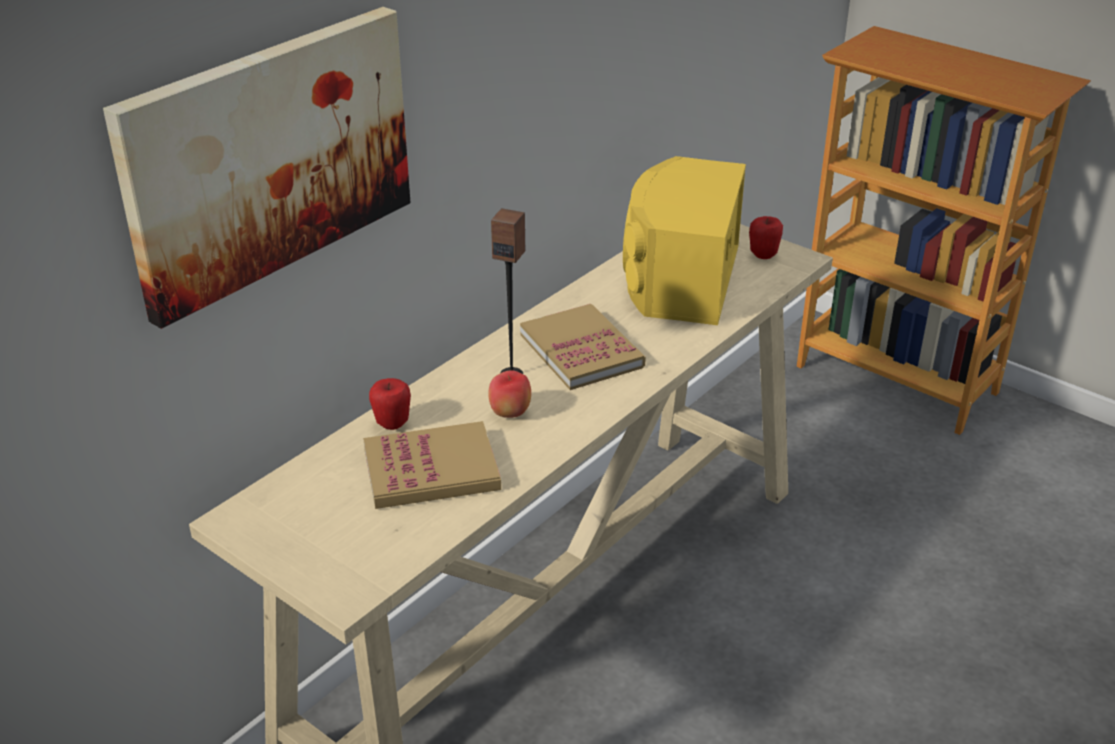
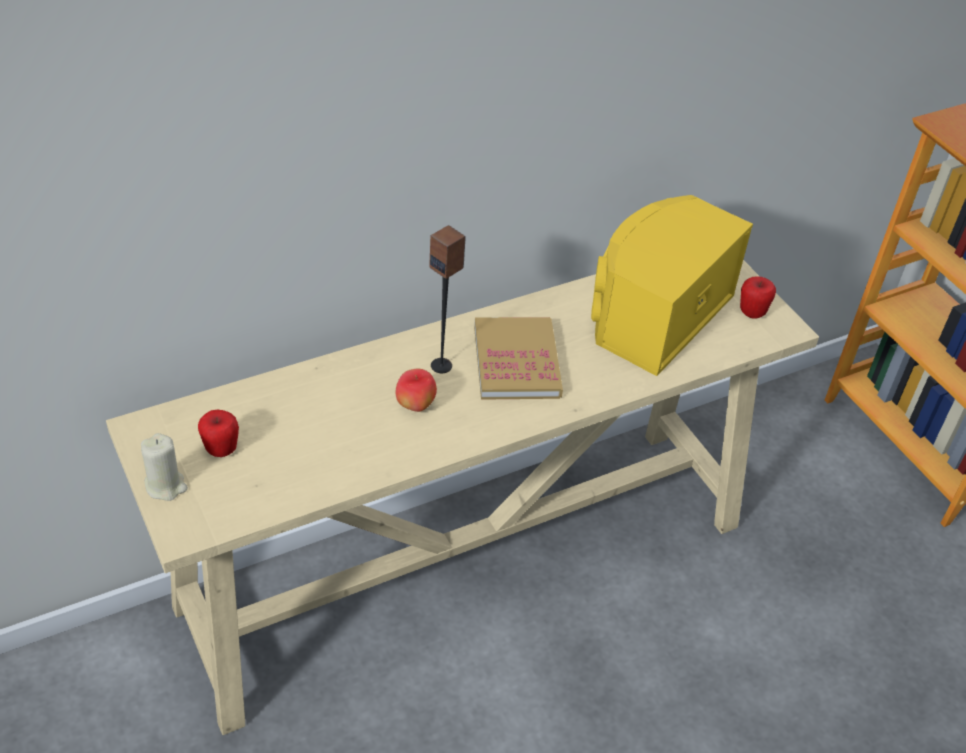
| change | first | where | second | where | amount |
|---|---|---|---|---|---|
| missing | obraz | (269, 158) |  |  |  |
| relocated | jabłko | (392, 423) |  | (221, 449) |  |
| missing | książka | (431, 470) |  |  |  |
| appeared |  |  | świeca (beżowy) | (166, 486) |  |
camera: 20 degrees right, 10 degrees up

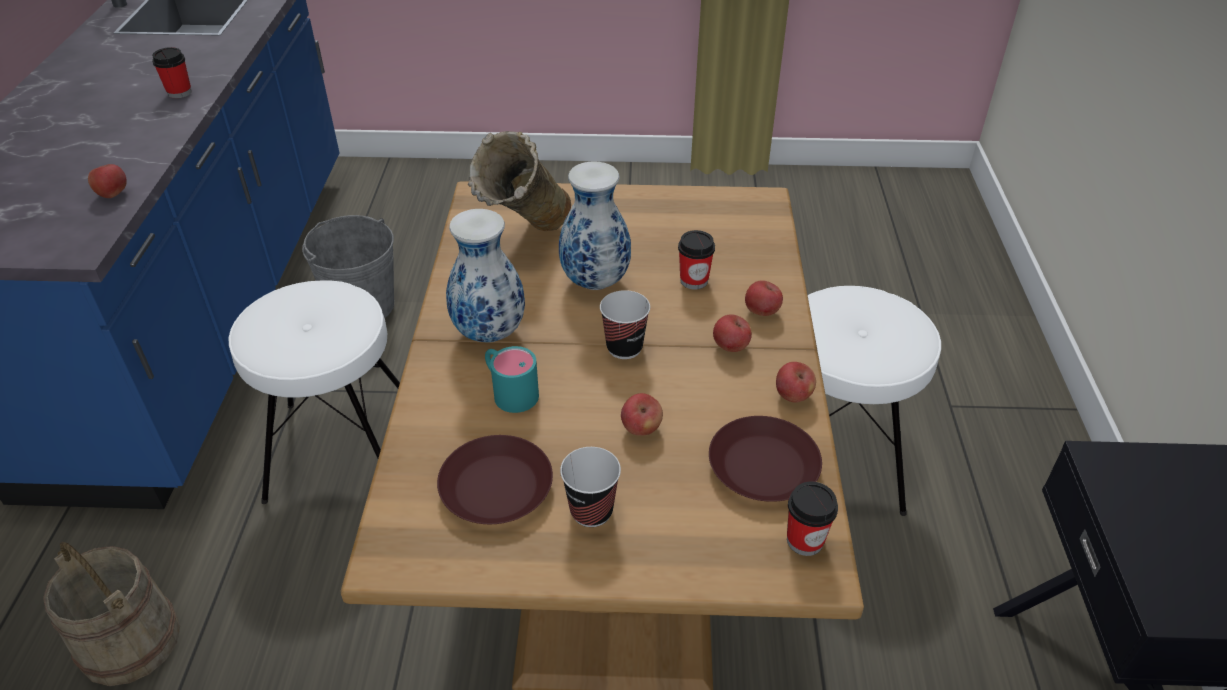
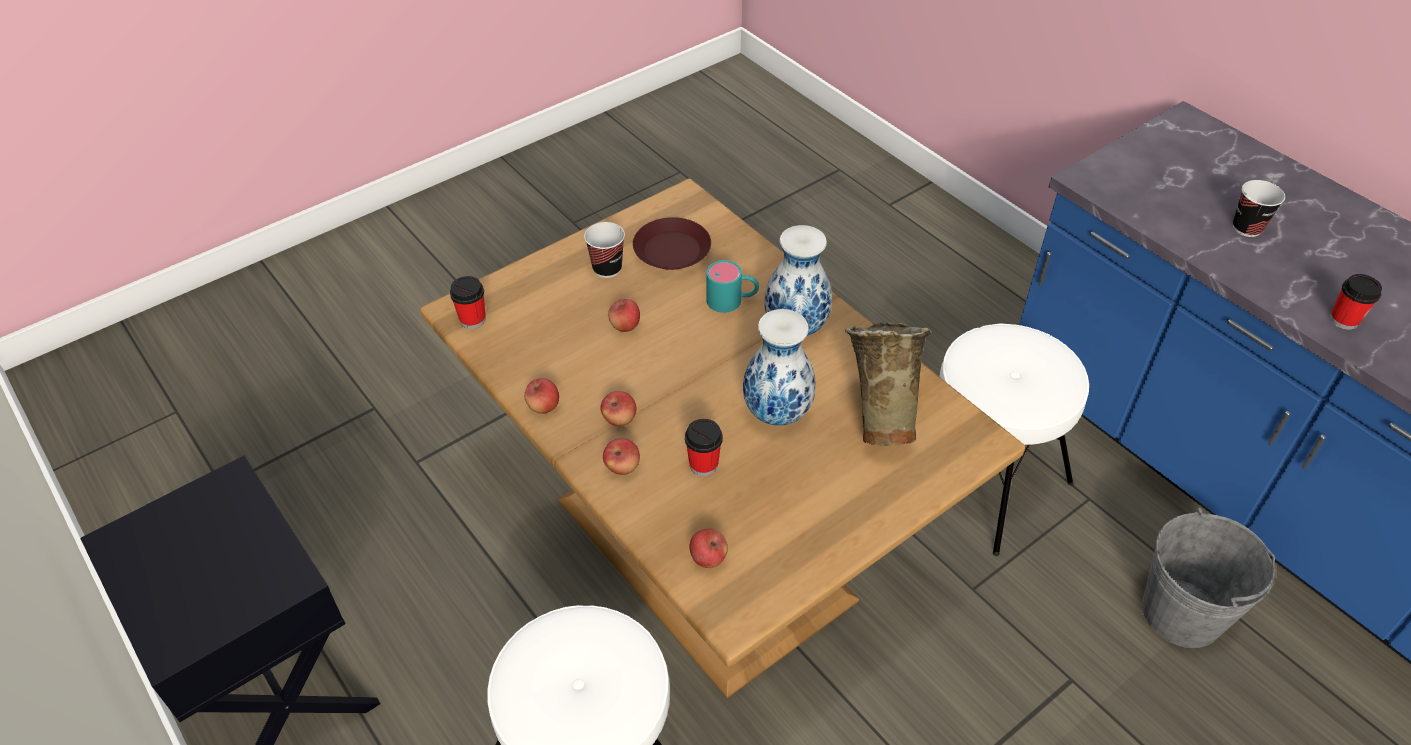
| change | first | where | second | where | amount |
|---|---|---|---|---|---|
| relocated | jabłko | (113, 194) |  | (708, 558) |  |
| relocated | filiżanka | (624, 348) |  | (1247, 228) |  |
| missing | talerz (brązowy) | (763, 465) |  |  |  |
| missing | wiadro (beżowy) | (128, 641) |  |  |  |
camera: 140 degrees right, 5 degrees up

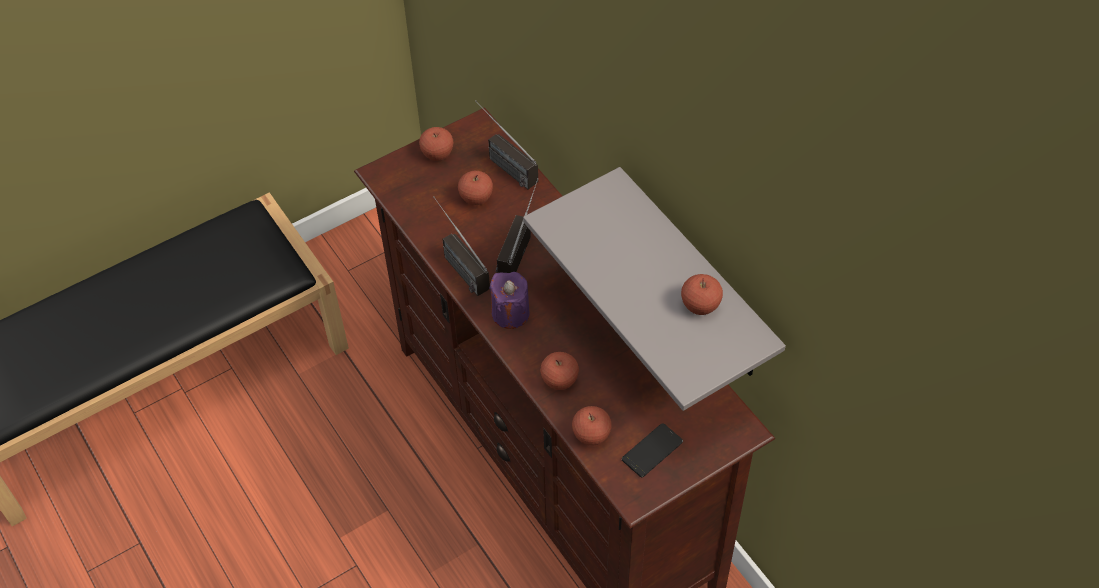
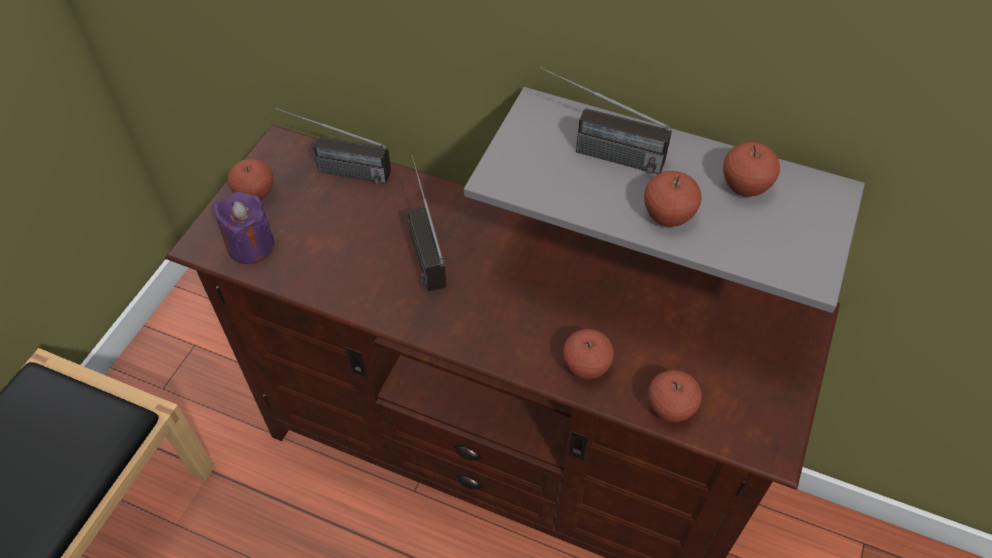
| change | first | where | second | where | amount |
|---|---|---|---|---|---|
| relocated | jabłko | (476, 198) |  | (667, 216) |  |
| relocated | radio | (456, 263) |  | (596, 152) |  |
| relocated | świeca (fioletowy) | (510, 313) |  | (251, 246) |  |
| missing | telefon | (652, 450) |  |  |  |
camera: 35 degrees left, 0 degrees up

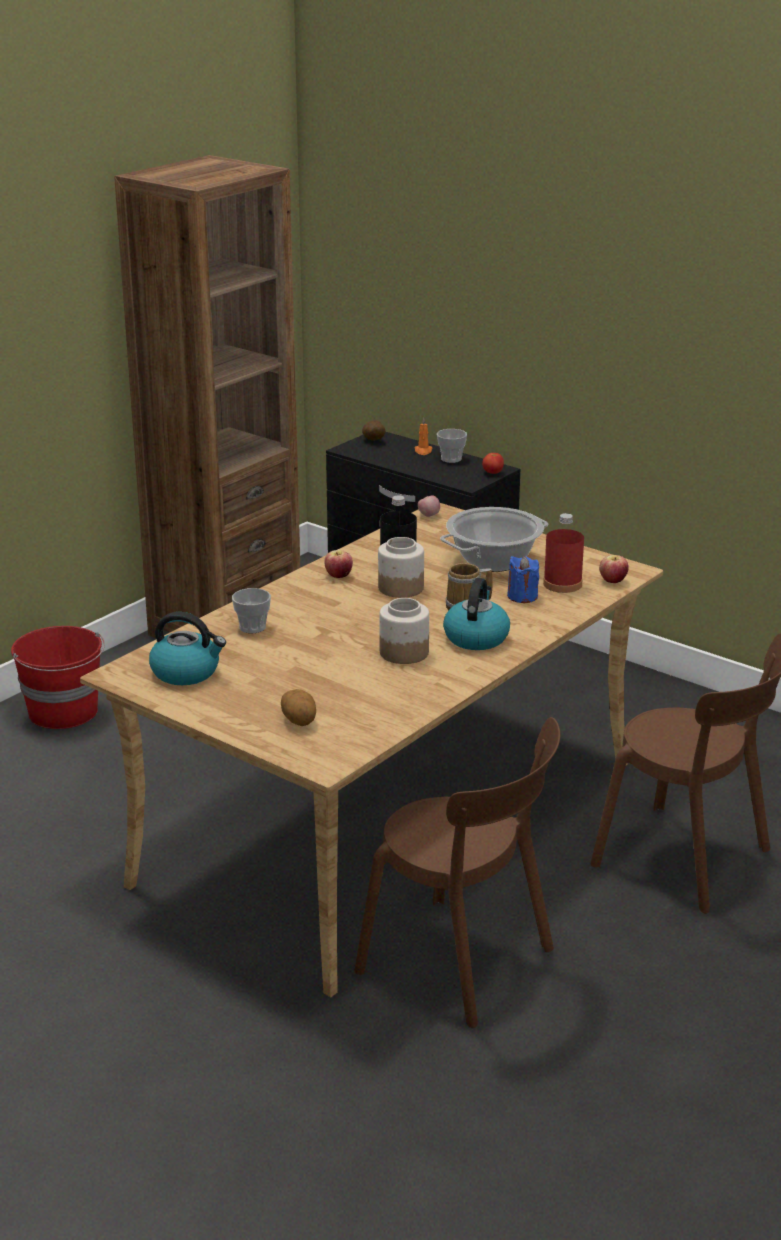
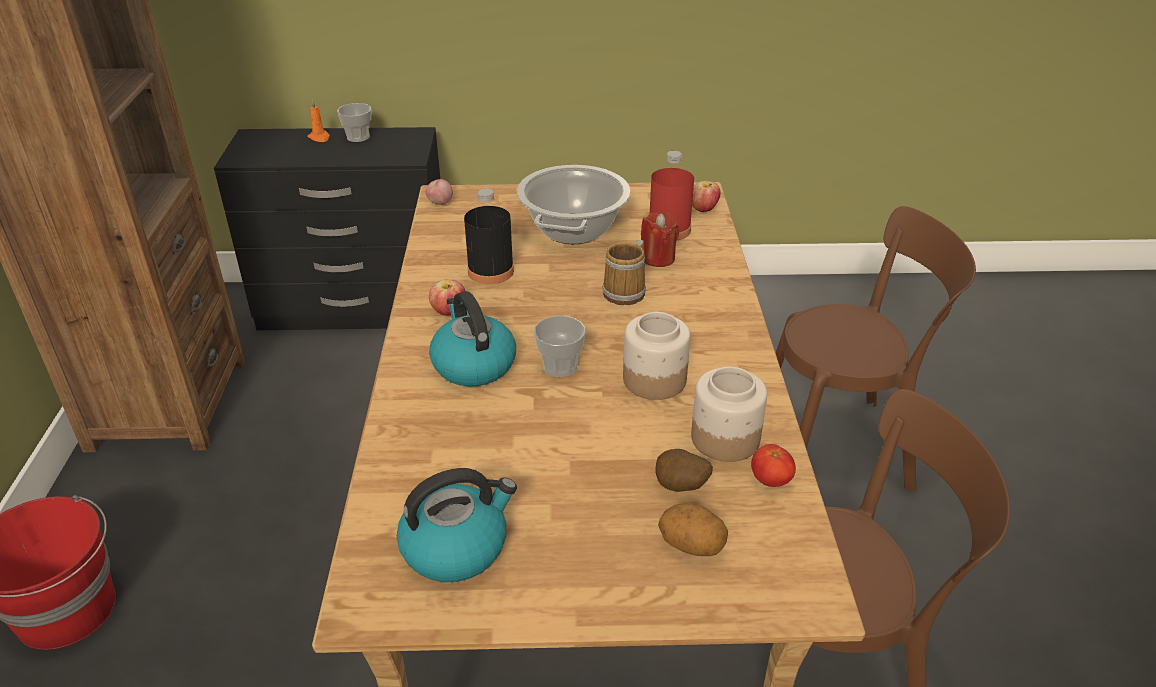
| change | first | where | second | where | amount |
|---|---|---|---|---|---|
| relocated | ziemniak | (373, 441) |  | (680, 488) |  |
| relocated | pomidor | (492, 473) |  | (770, 481) |  |
| relocated | słoik | (400, 588) |  | (724, 438) |  |
| colour | świeca (niebieski) | (522, 596) | świeca (czerwony) | (657, 258) |  |
| relocated | czajnik | (476, 637) |  | (473, 364) |  |
| relocated | filiżanka | (252, 627) |  | (560, 366) |  |
camera: 40 degrees left, 10 degrees up

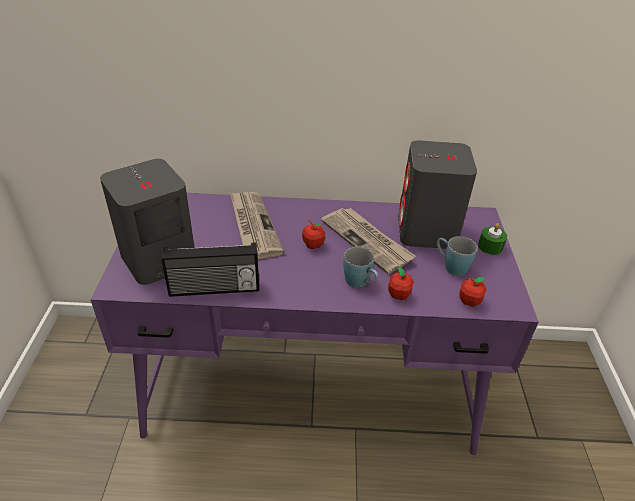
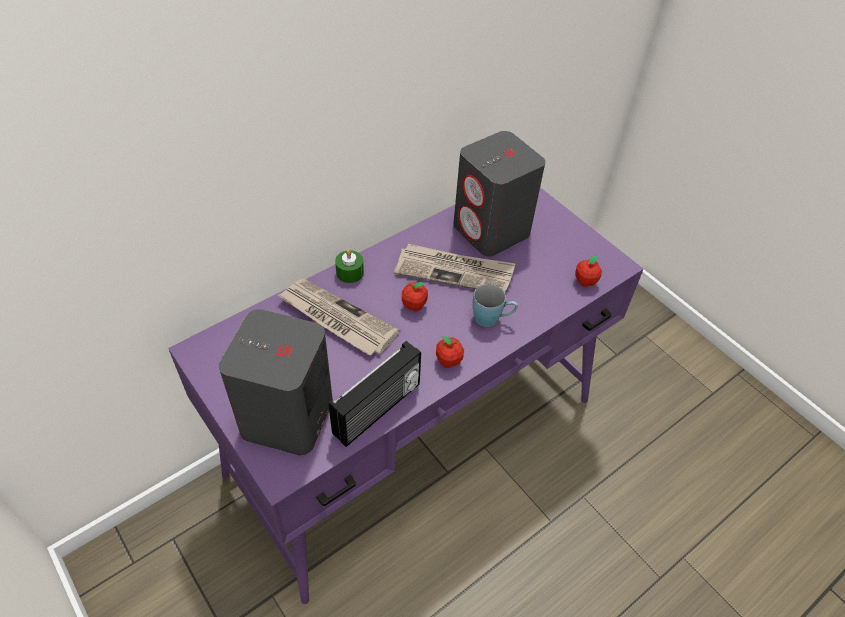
| change | first | where | second | where | amount |
|---|---|---|---|---|---|
| relocated | świeca (zielony) | (490, 246) |  | (350, 272) |  |
| missing | kubek (niebieski) | (450, 266) |  |  |  |
| relocated | jabłko | (398, 295) |  | (448, 361) |  |
camera: 40 degrees left, 10 degrees up

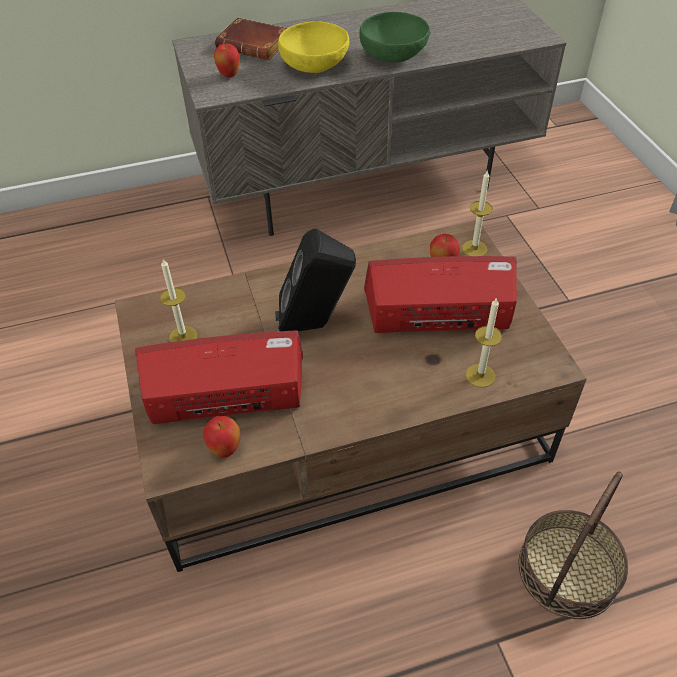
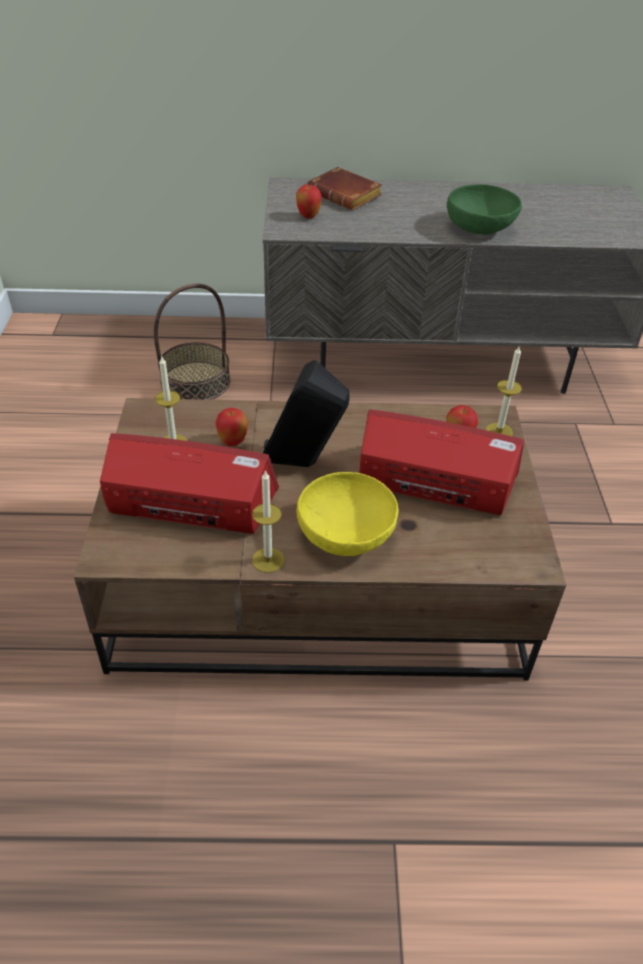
| change | first | where | second | where | amount |
|---|---|---|---|---|---|
| relocated | miska (żółty) | (315, 65) |  | (347, 534) |  |
| relocated | świeca | (480, 375) |  | (268, 560) |  |
| relocated | jabłko | (225, 450) |  | (232, 442) |  |
| relocated | koszyk | (568, 571) |  | (195, 382) |  |
camera: 15 degrees right, 5 degrees down

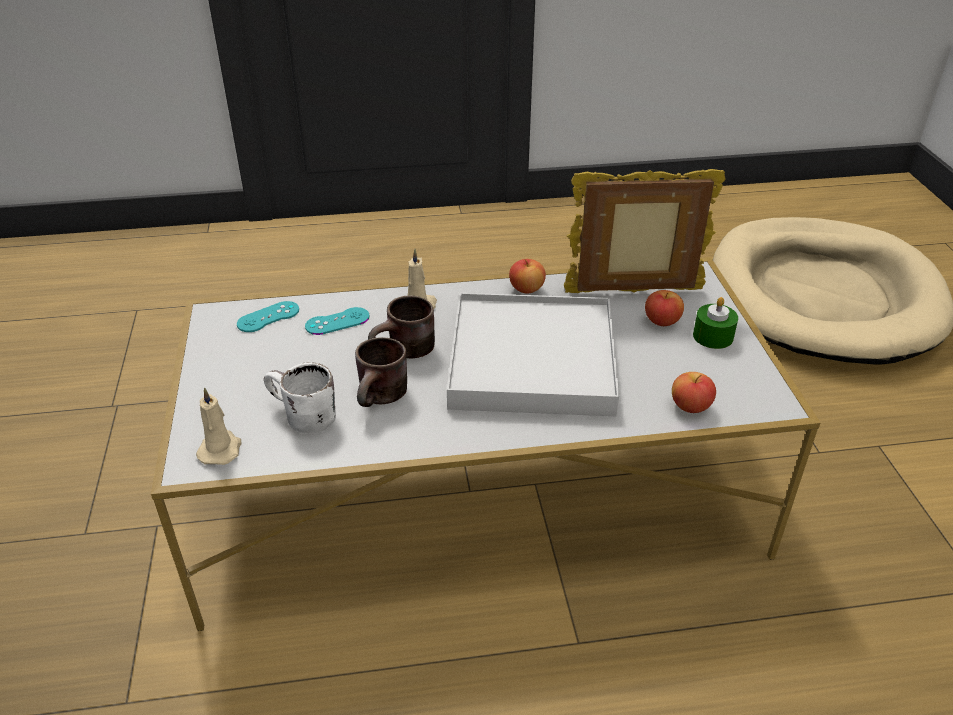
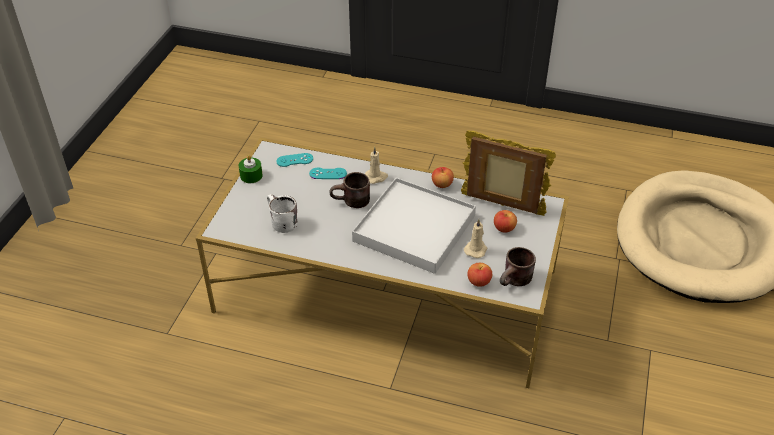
| change | first | where | second | where | amount |
|---|---|---|---|---|---|
| relocated | świeca (zielony) | (713, 336) |  | (251, 176) |  |
| relocated | kubek (brązowy) | (384, 398) |  | (516, 282) |  |
| relocated | świeca (beżowy) | (221, 449) |  | (476, 249) |  |
camera: 25 degrees right, 5 degrees up

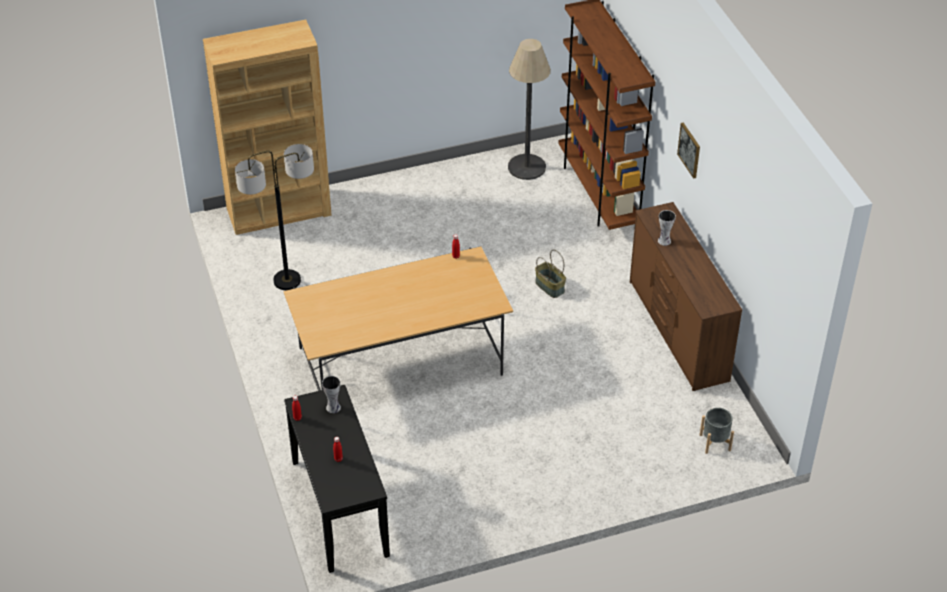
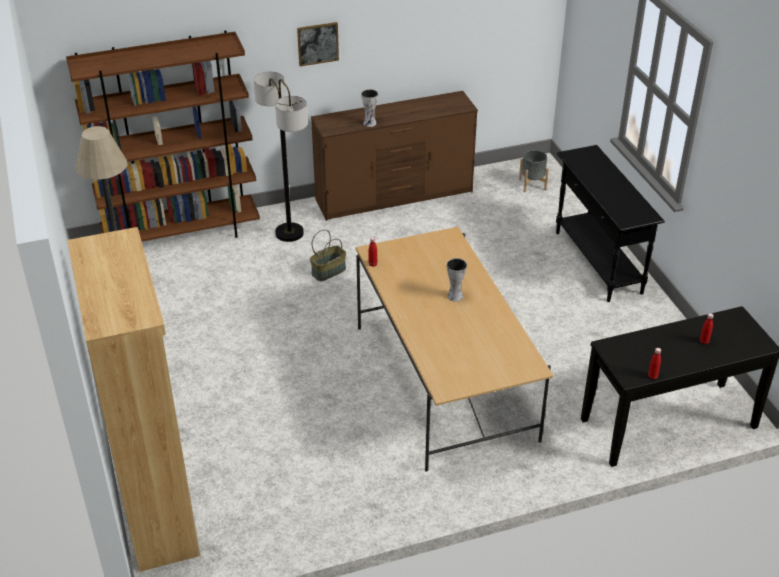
| change | first | where | second | where | amount |
|---|---|---|---|---|---|
| relocated | lampa stojąca | (287, 281) |  | (289, 233) |  |
| relocated | wazon | (333, 407) |  | (454, 296) |  |
| appeared |  |  | stolik konsolowy (czarny) | (597, 262) |  |
camera: 90 degrees left, 5 degrees down

